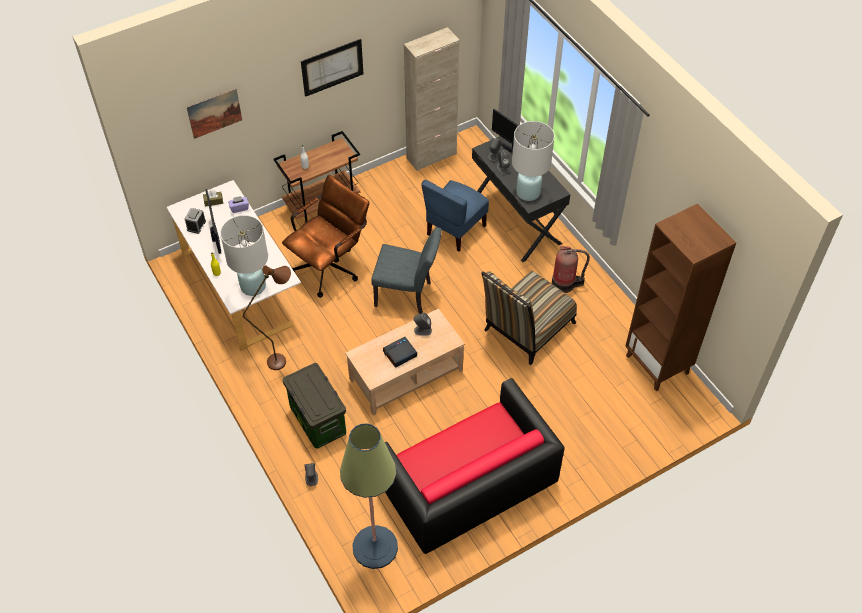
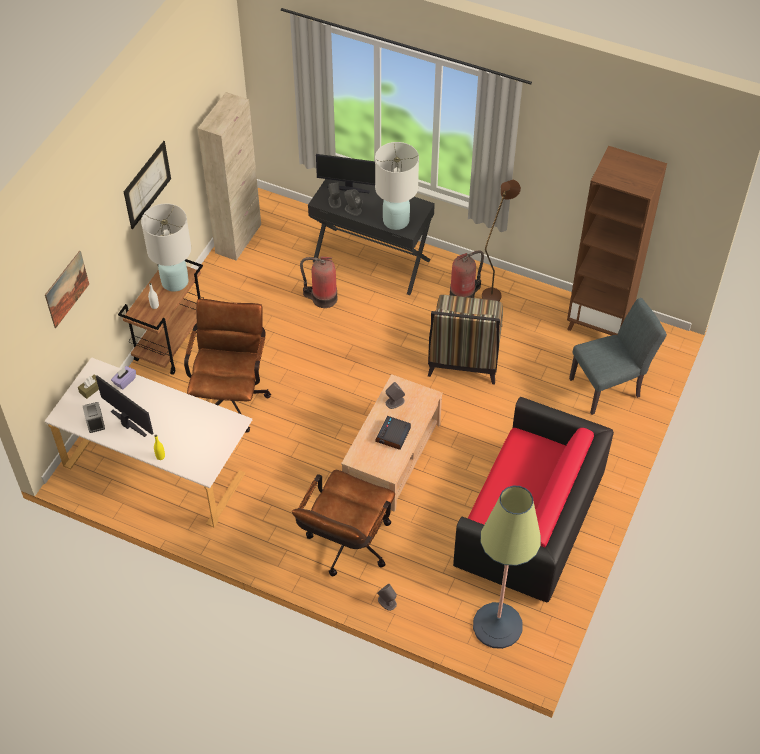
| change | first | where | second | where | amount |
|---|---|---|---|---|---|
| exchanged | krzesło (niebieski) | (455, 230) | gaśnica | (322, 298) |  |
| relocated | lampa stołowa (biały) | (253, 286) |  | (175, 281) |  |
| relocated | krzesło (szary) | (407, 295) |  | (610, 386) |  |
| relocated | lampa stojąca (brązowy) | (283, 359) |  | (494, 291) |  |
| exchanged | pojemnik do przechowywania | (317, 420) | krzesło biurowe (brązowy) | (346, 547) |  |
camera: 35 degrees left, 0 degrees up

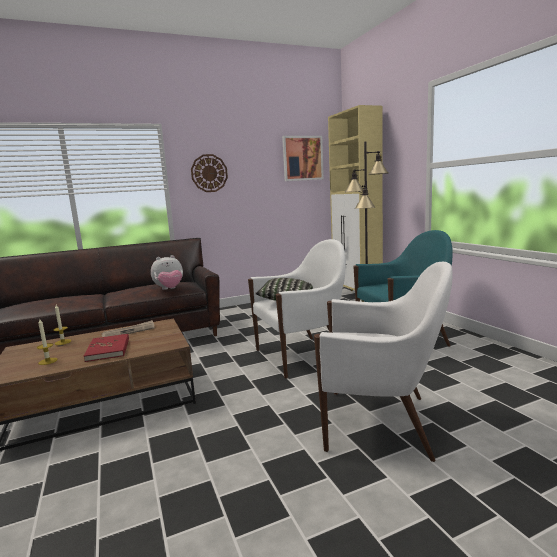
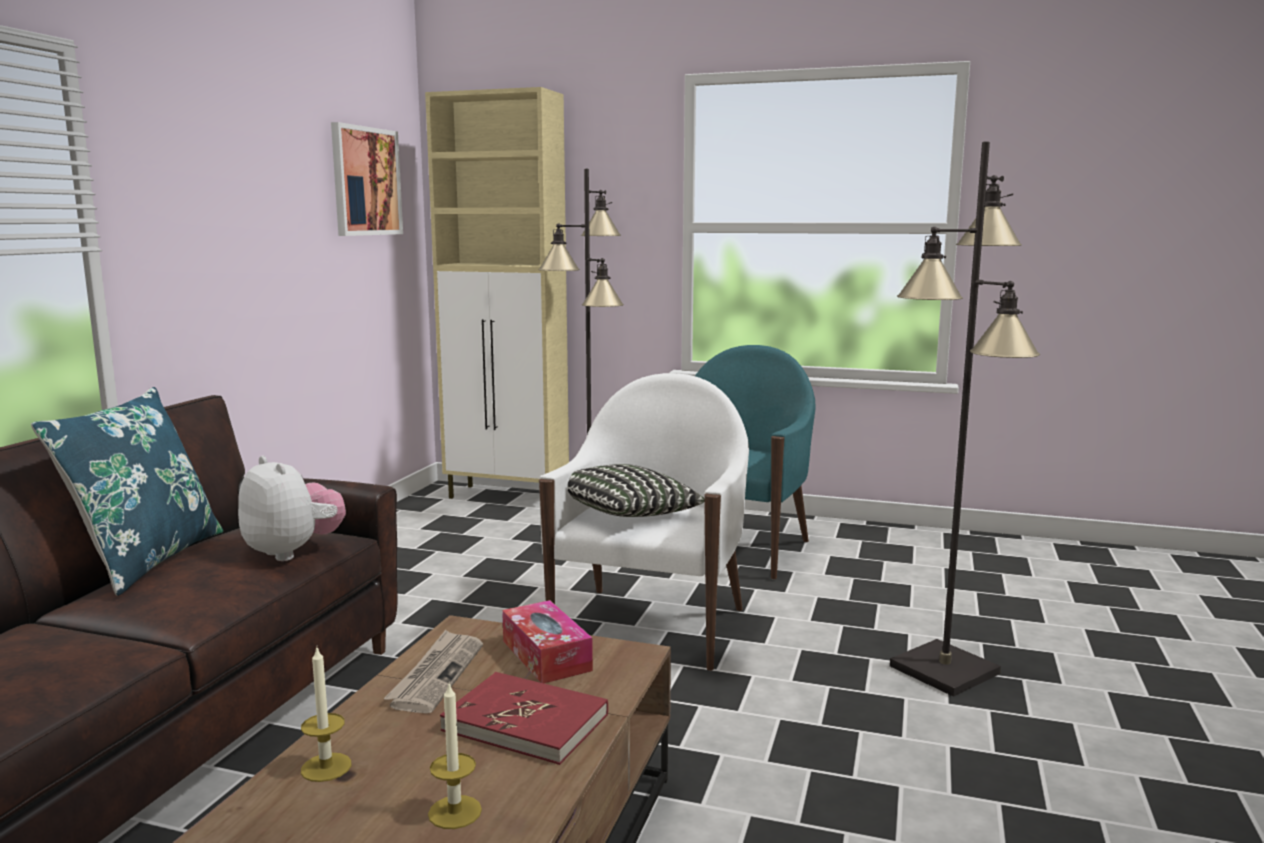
| change | first | where | second | where | amount |
|---|---|---|---|---|---|
| missing | zegar ścienny | (209, 173) |  |  |  |
| spun | pluszak | (169, 289) |  | (293, 552) | 60 degrees counterclockwise |
| exchanged | fotel (biały) | (380, 423) | lampa stojąca (czarny) | (946, 670) |  |
| appeared |  |  | poduszka (niebieski) | (146, 560) |  |
| appeared |  |  | pudełko chusteczek | (546, 655) |  |
camera: 50 degrees left, 0 degrees up

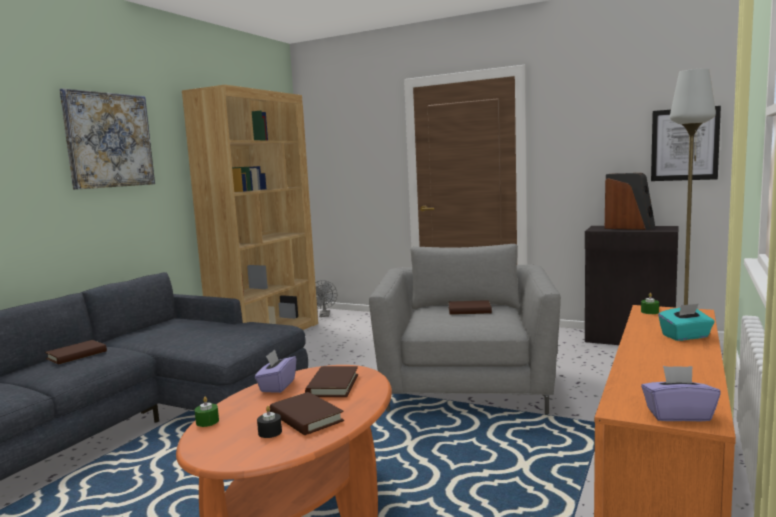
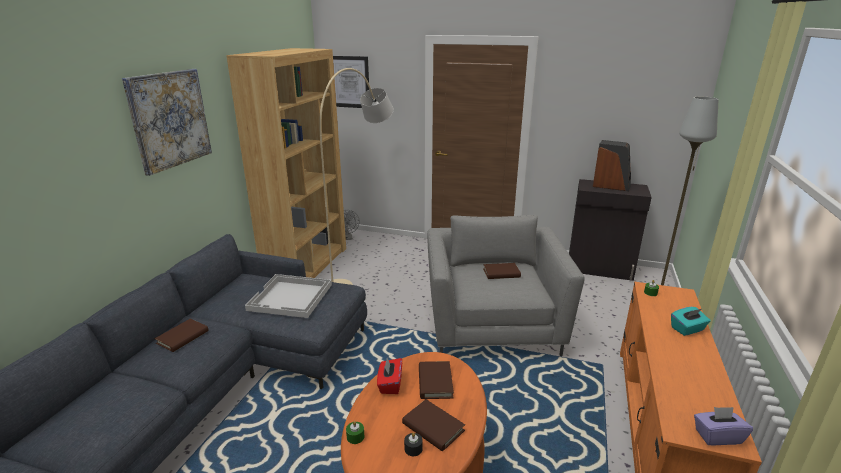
| change | first | where | second | where | amount |
|---|---|---|---|---|---|
| relocated | obraz | (684, 144) |  | (349, 82) |  |
| colour | pudełko chusteczek (fioletowy) | (277, 386) | pudełko chusteczek (czerwony) | (390, 384) |  |
| appeared |  |  | lampa stojąca (beżowy) | (363, 265) |  |
| appeared |  |  | taca (biały) | (291, 297) |  |
camera: 10 degrees left, 15 degrees up

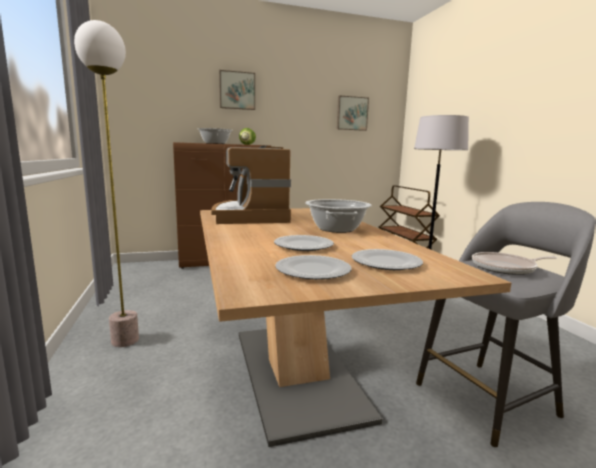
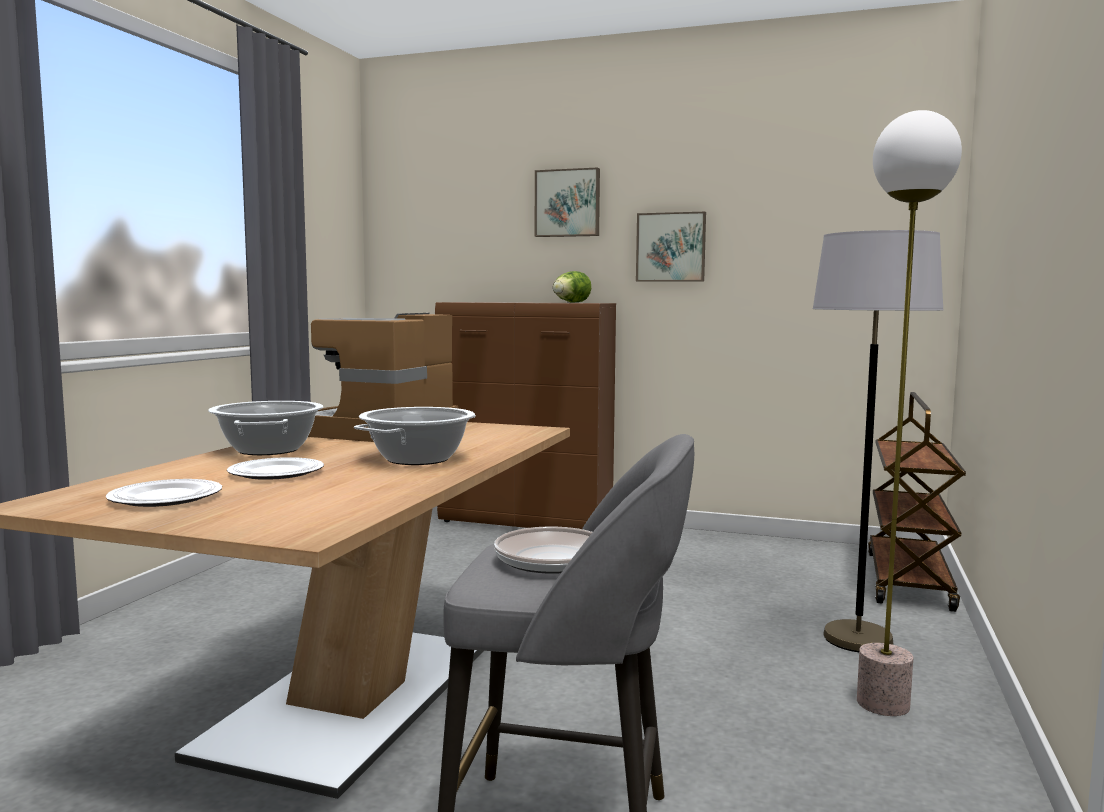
| change | first | where | second | where | amount |
|---|---|---|---|---|---|
| relocated | lampa stojąca | (125, 340) |  | (884, 704) |  |
| relocated | obraz | (351, 113) |  | (671, 247) |  |
| relocated | garnek | (215, 143) |  | (269, 450) |  |
| missing | talerz | (386, 262) |  |  |  |
camera: 35 degrees right, 5 degrees down

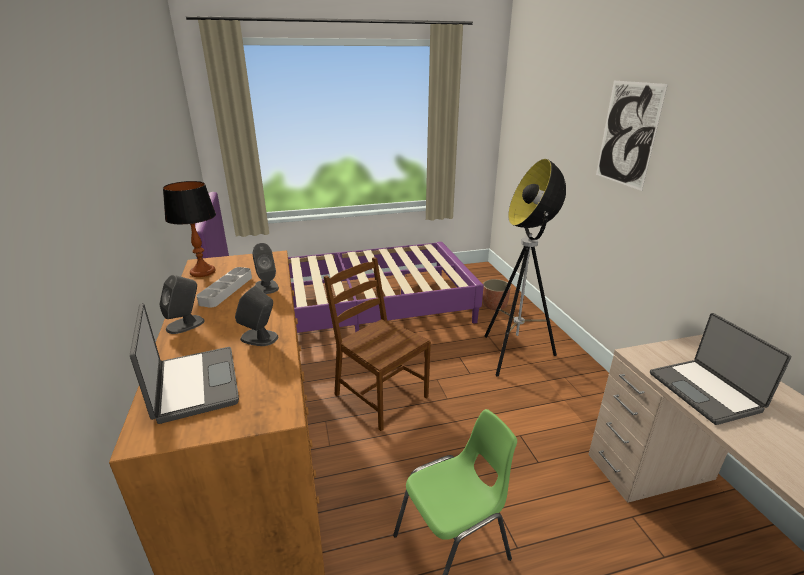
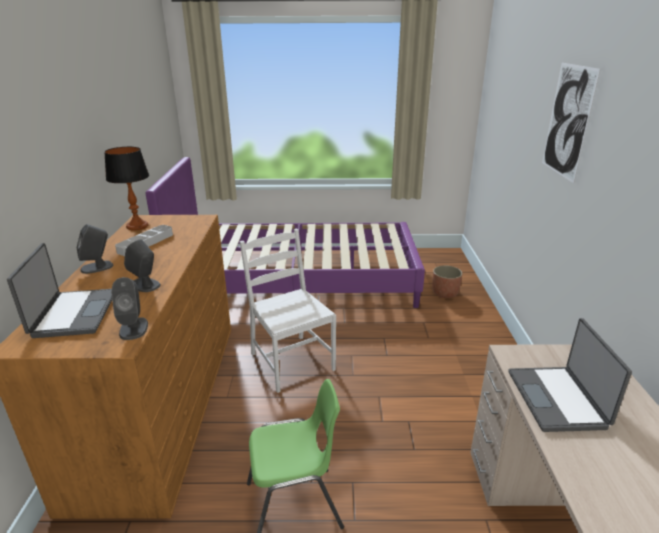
| change | first | where | second | where | amount |
|---|---|---|---|---|---|
| missing | lampa stojąca | (515, 355) |  |  |  |
| relocated | głośnik (szary) | (266, 286) |  | (133, 328) |  |
| colour | krzesło (brązowy) | (379, 396) | krzesło (biały) | (290, 361) |  |
camera: 15 degrees right, 0 degrees up

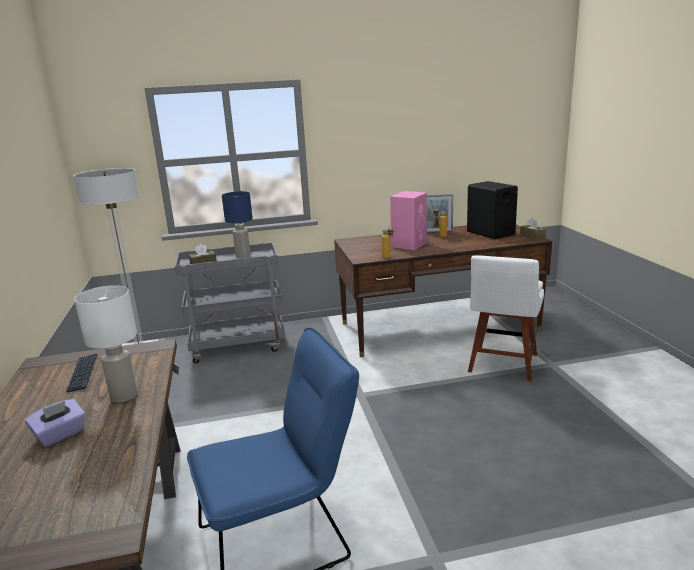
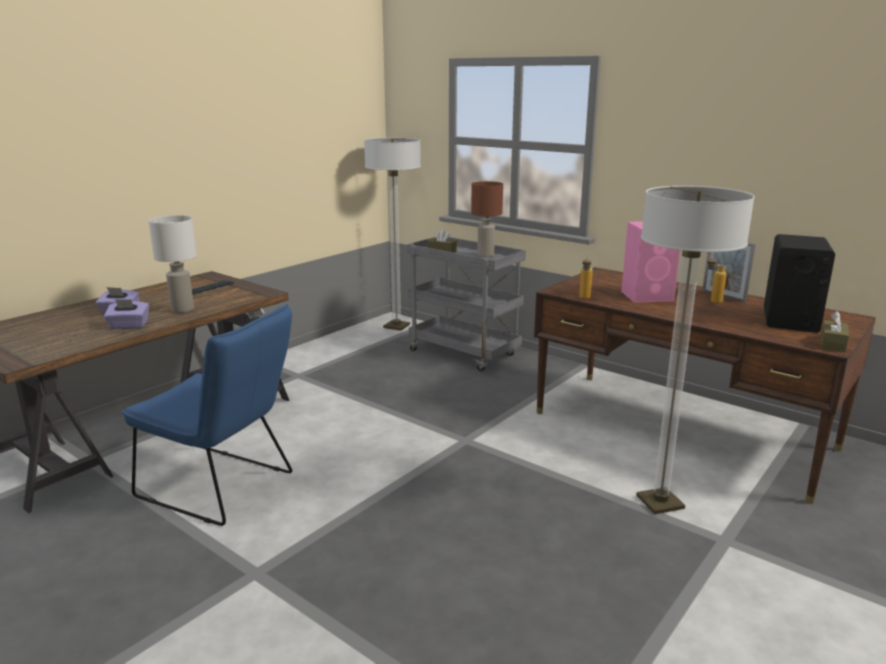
| change | first | where | second | where | amount |
|---|---|---|---|---|---|
| colour | lampa stołowa (niebieski) | (243, 256) | lampa stołowa (brązowy) | (486, 255) |  |
| exchanged | krzesło (biały) | (502, 365) | lampa stojąca | (660, 502) |  |
| appeared |  |  | pudełko chusteczek (fioletowy) | (129, 326) |  |
camera: 50 degrees right, 0 degrees up

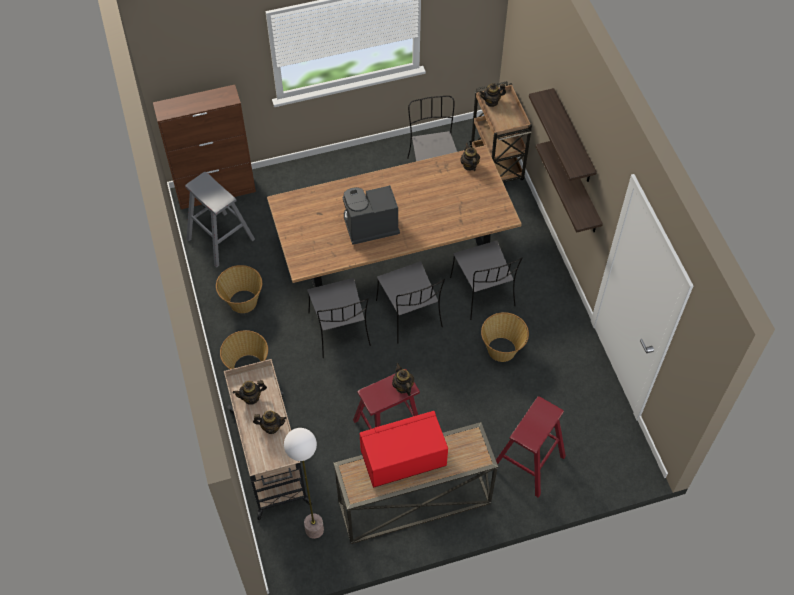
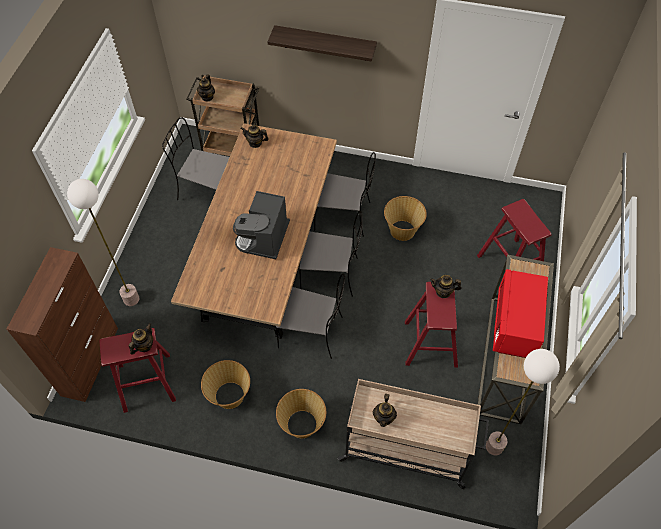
| change | first | where | second | where | amount |
|---|---|---|---|---|---|
| missing | półka | (579, 188) |  |  |  |
| colour | stołek (szary) | (221, 239) | stołek (czerwony) | (147, 382) |  |
| relocated | imbryk | (271, 427) |  | (144, 345) |  |
| appeared |  |  | lampa stojąca | (131, 299) |  |
camera: 60 degrees left, 0 degrees up

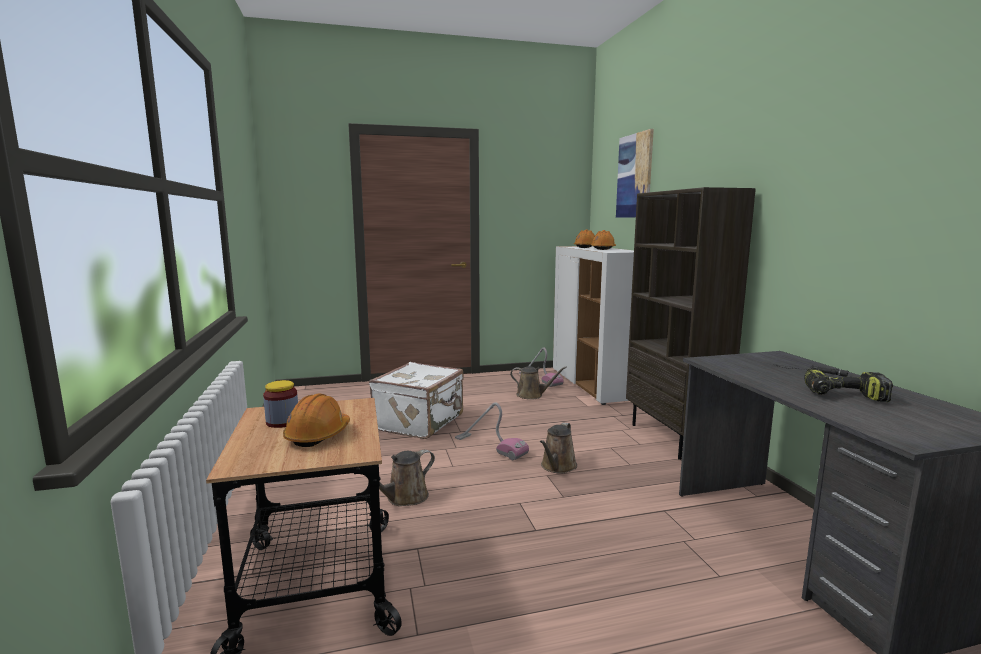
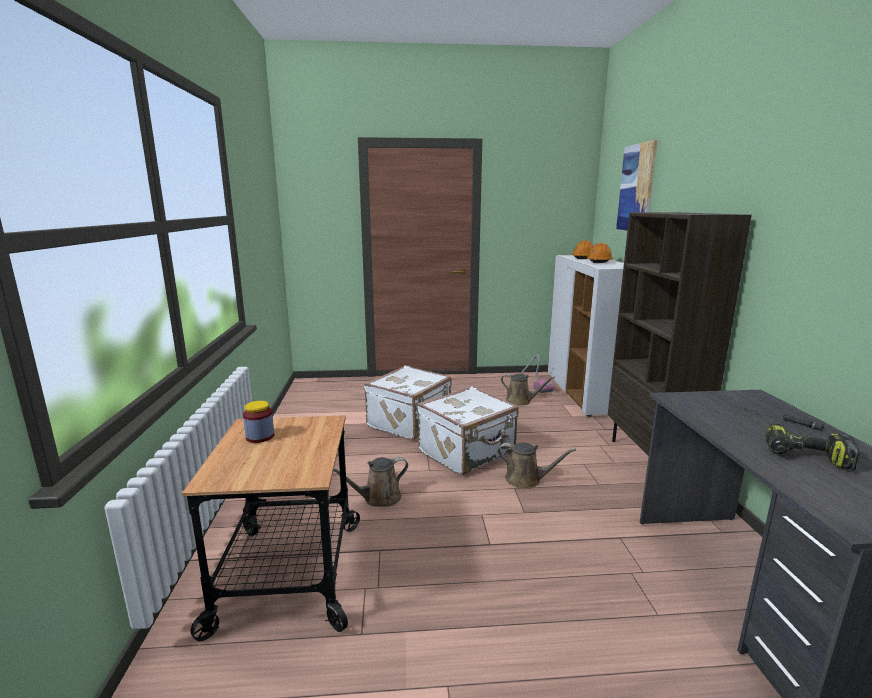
| change | first | where | second | where | amount |
|---|---|---|---|---|---|
| missing | kask (pomarańczowy) | (318, 435) |  |  |  |
| exchanged | odkurzacz | (490, 446) | walizka (biały) | (468, 453) |  |
| spun | konewka (brązowy) | (557, 467) |  | (526, 480) | 105 degrees counterclockwise |
camera: 10 degrees right, 5 degrees up

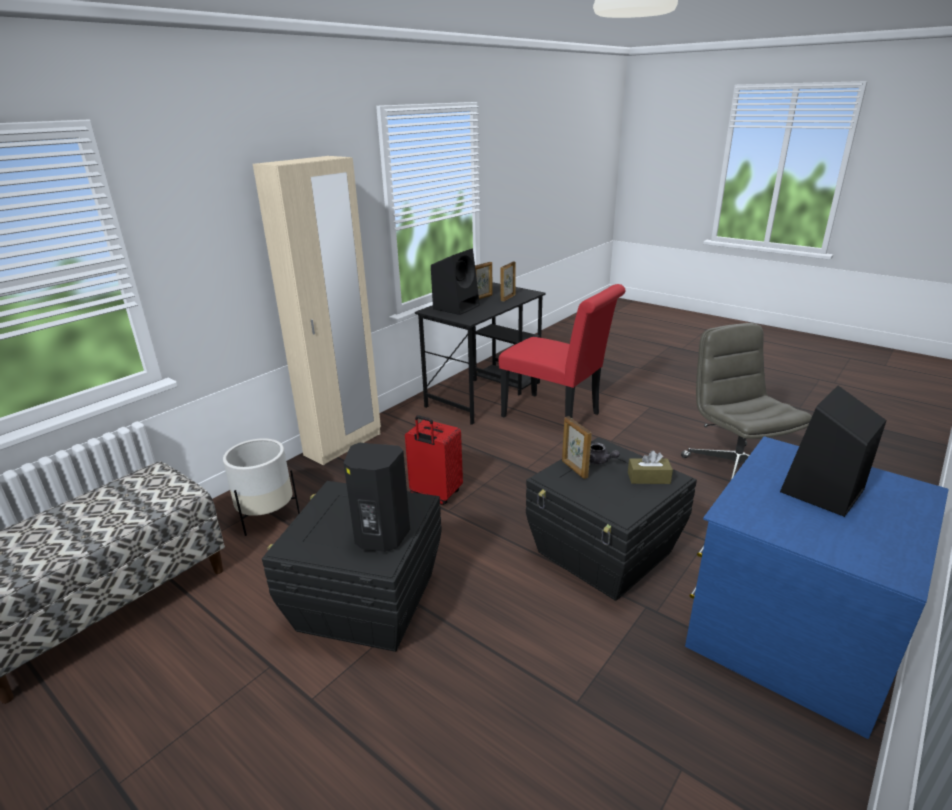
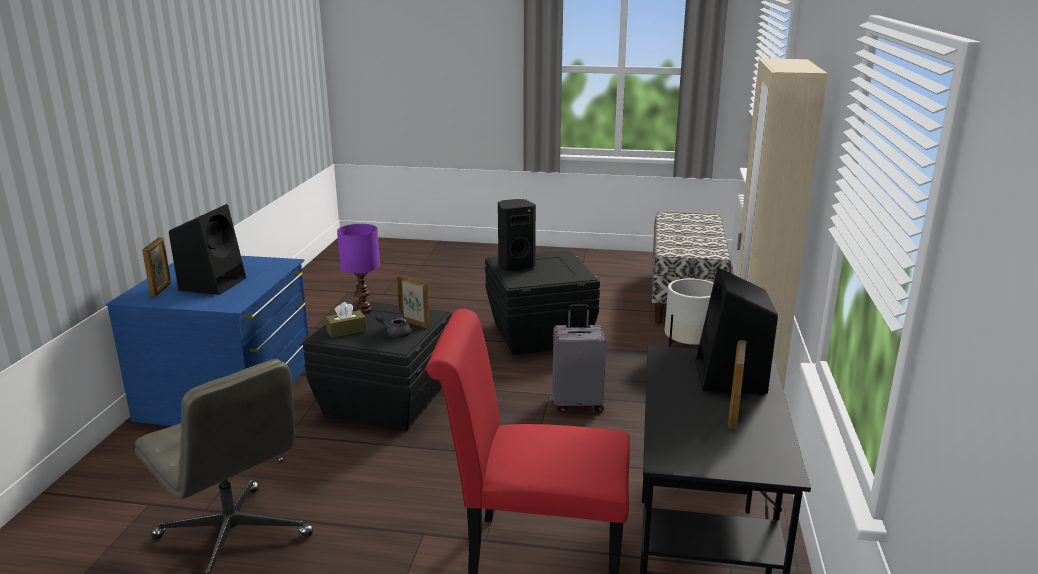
| change | first | where | second | where | amount |
|---|---|---|---|---|---|
| relocated | ramka na zdjęcie | (507, 298) |  | (161, 290) |  |
| colour | walizka (czerwony) | (435, 494) | walizka (szary) | (577, 403) |  |
| appeared |  |  | lampa stołowa (fioletowy) | (363, 310) |  |
camera: 150 degrees right, 5 degrees down

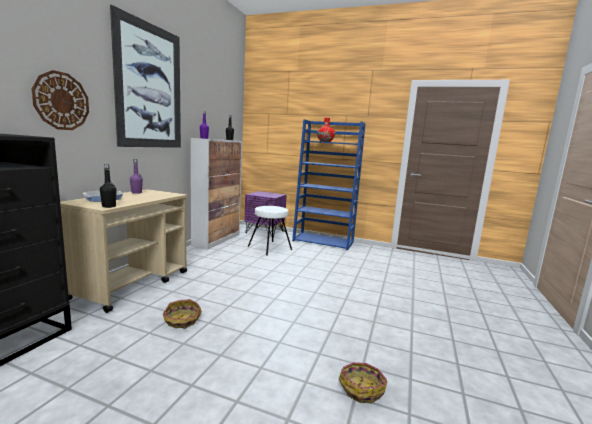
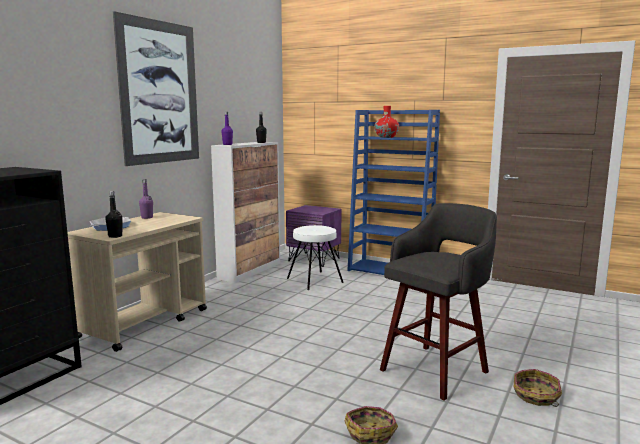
| change | first | where | second | where | amount |
|---|---|---|---|---|---|
| missing | zegar ścienny | (61, 101) |  |  |  |
| relocated | koszyk | (182, 321) |  | (536, 396) |  |
| appeared |  |  | stołek (szary) | (436, 370) |  |
camera: 10 degrees right, 0 degrees up

